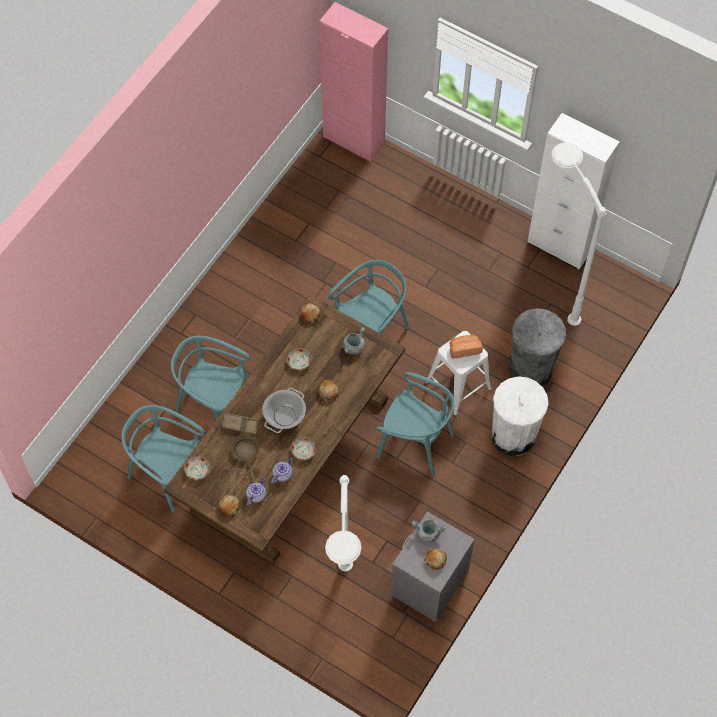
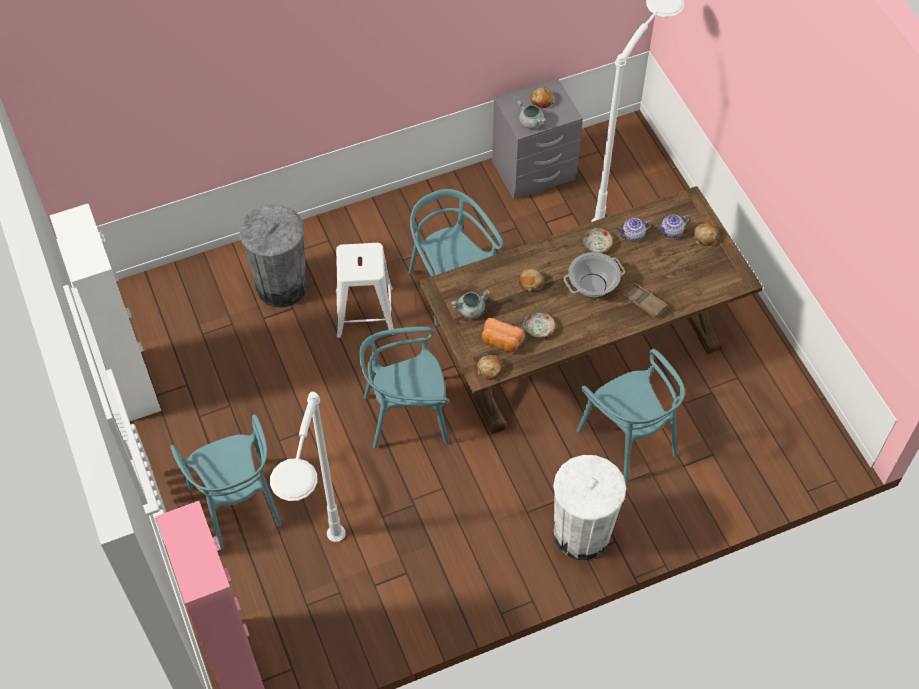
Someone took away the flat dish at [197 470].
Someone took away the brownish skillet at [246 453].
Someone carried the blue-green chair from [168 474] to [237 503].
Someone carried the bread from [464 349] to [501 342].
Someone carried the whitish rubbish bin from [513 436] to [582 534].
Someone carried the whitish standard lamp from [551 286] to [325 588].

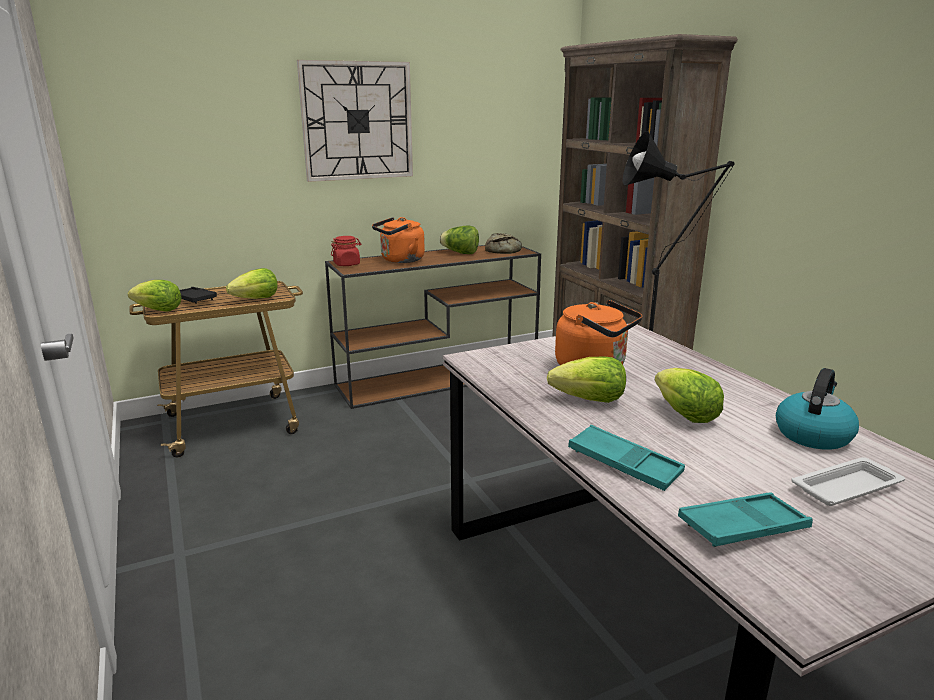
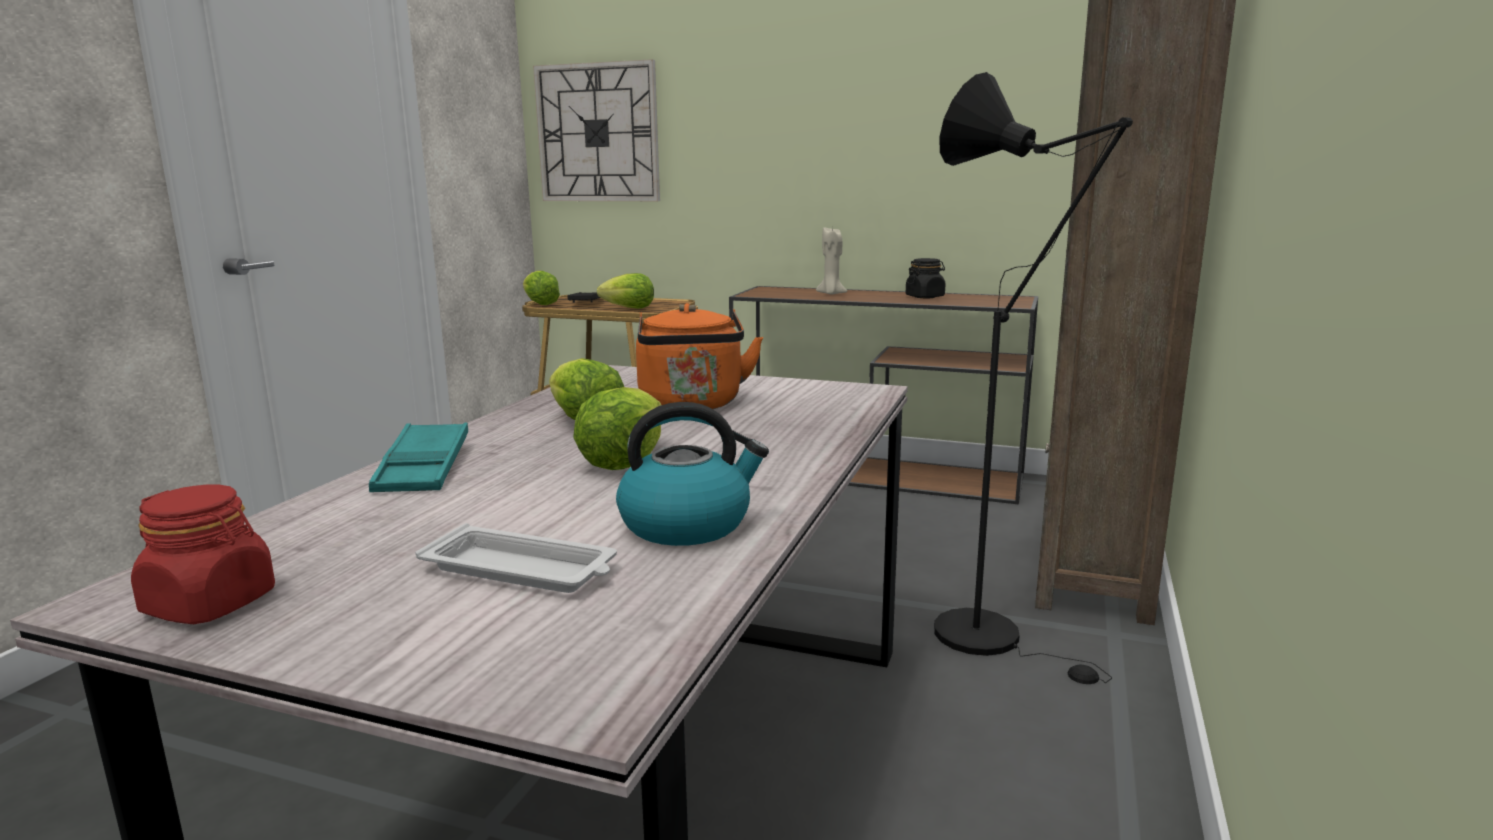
Someone took away the bread at [504 250].
Someone took away the blue-green carrying tray at [743 527].
Someone carried the hanging clock from [357 121] to [598 133].
Someone carried the reddish jar from [347 264] to [211 604].
Someone swapped the orange tea kettle at [400 260] for the beige-coloured candle at [831 294].
Someone swapped the lettuce head at [460 253] for the black jar at [925 297].

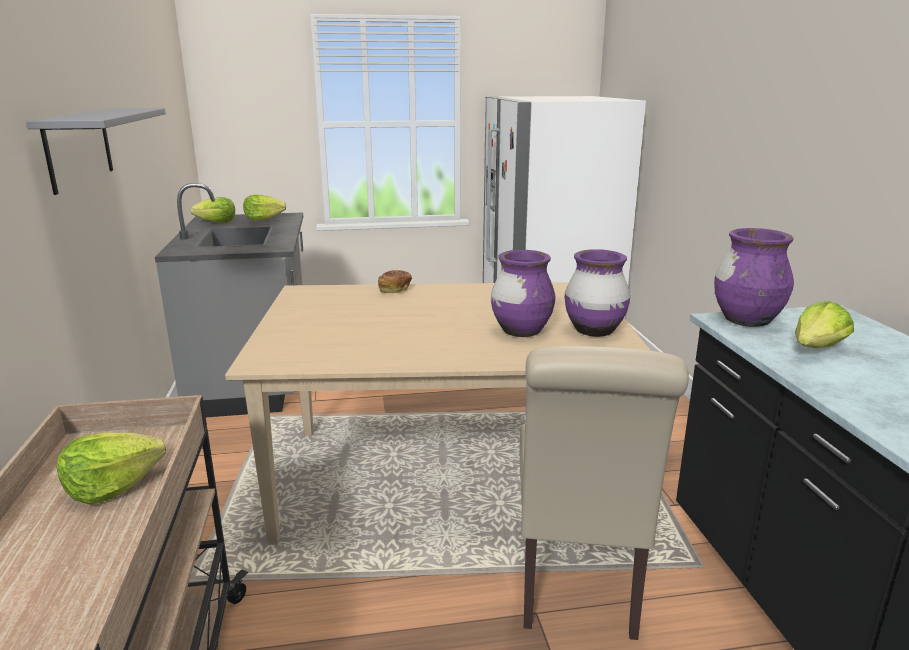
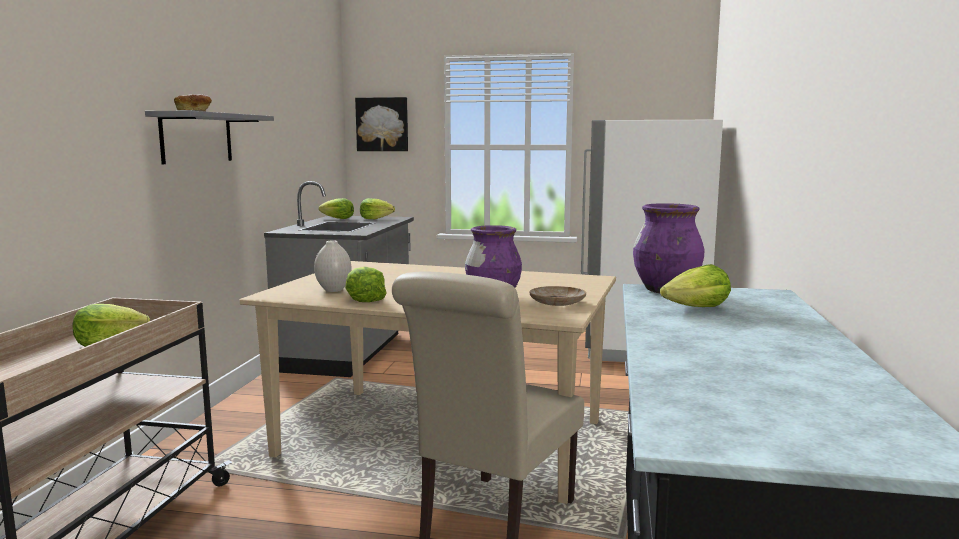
Someone put down the whitish flower vase at [333 290].
Someone put down the lettuce head at [364 299].
Someone put up the picture at [382 124].
Someone carried the bread from [395 290] to [194 112].
Someone swapped the purple-coloured flower vase at [594 331] for the beige-coloured flat dish at [557 302].

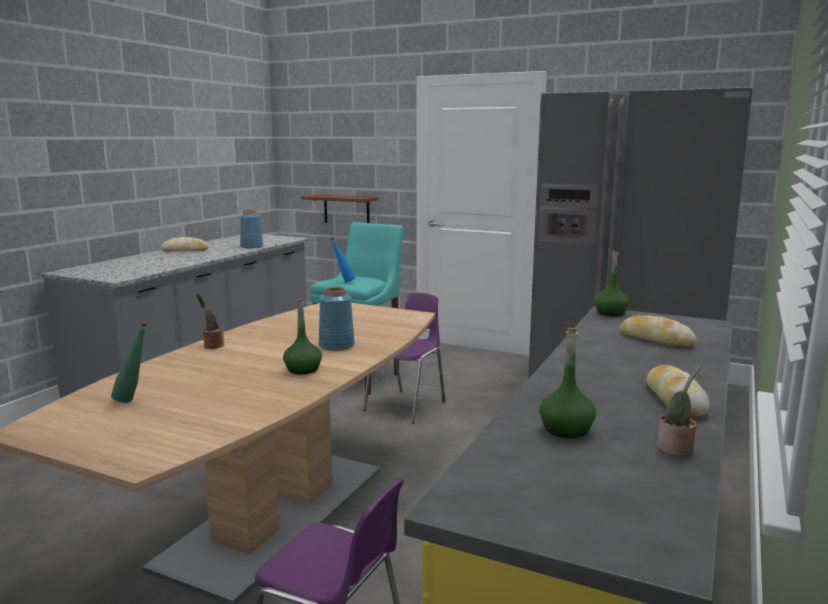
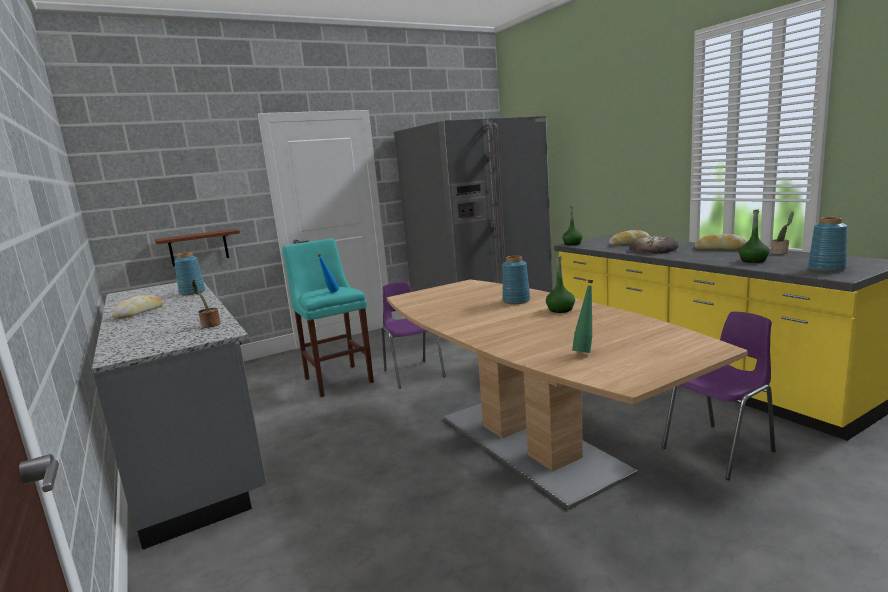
Someone put down the bread at [653 249].
Someone put down the bluish flower vase at [826 269].
Someone carried the plant in a pot from [212 345] to [210 325].

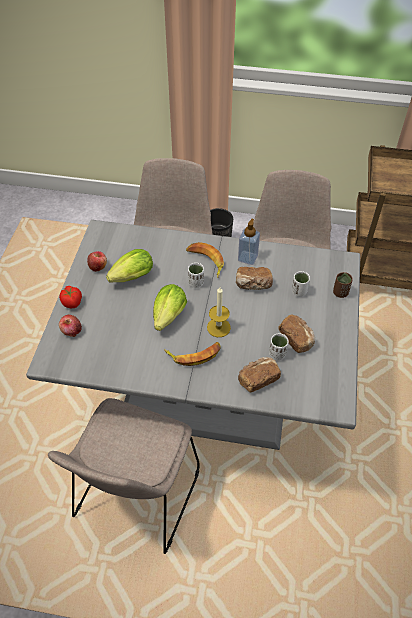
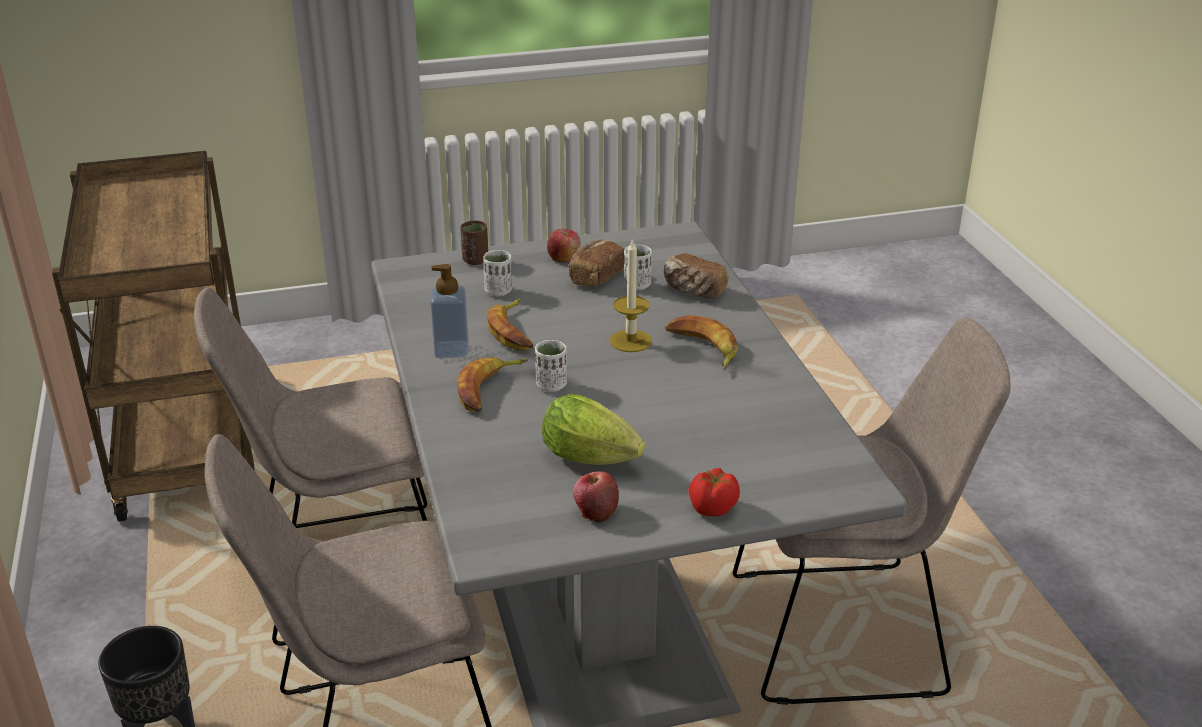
Someone took away the lettuce head at [168 318].
Someone carried the apple fruit from [71 331] to [564 258].
Someone swapped the bread at [253 285] for the banana fruit at [514 331].

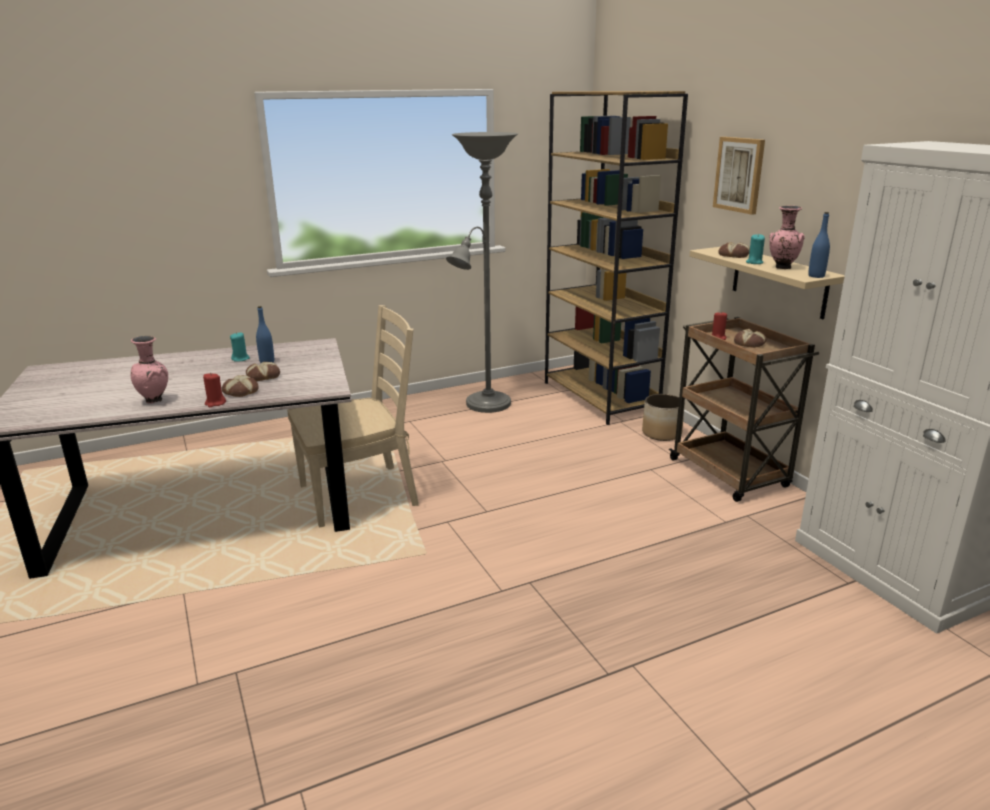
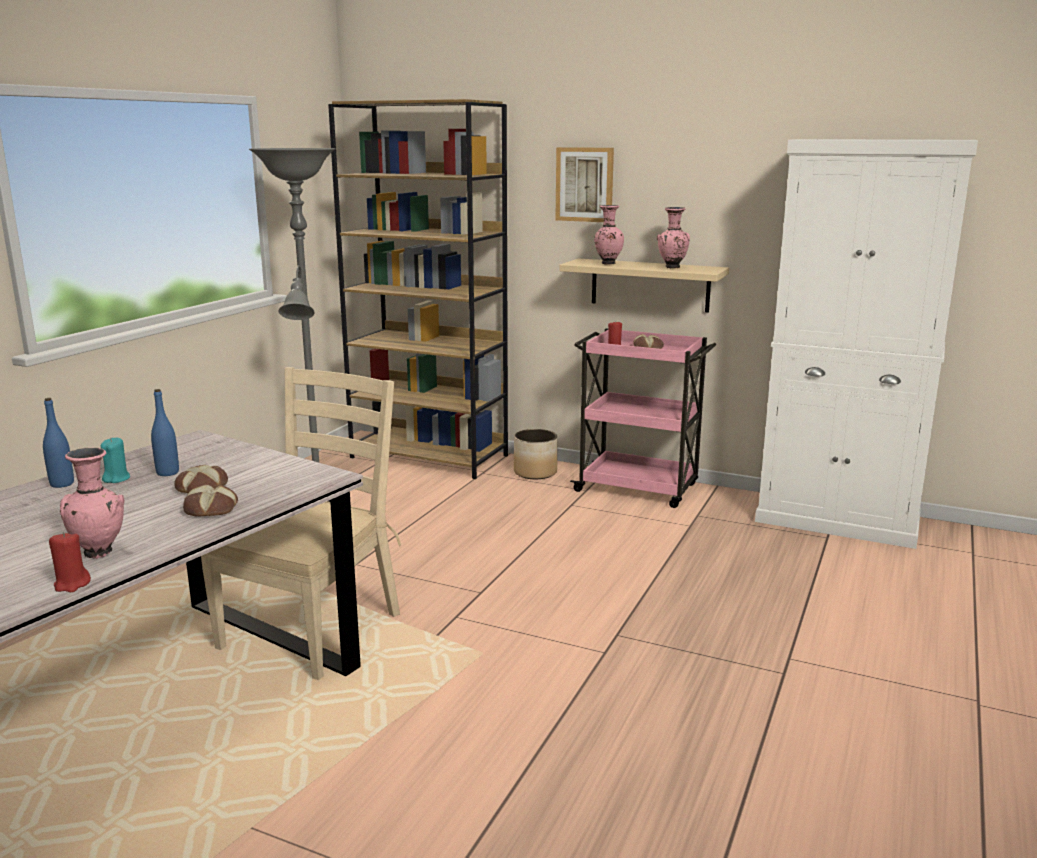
Someone took away the blue-green candle at [754 262].
Someone carried the reddish candle from [215 403] to [72 584].
Someone carried the bluish bottle from [816 276] to [62 484].
Someone swapped the bread at [734 255] for the pink-coloured flower vase at [607 263].
Someone repainted the brownish wheeled cart at [730 474], which became the pink-coloured wheeled cart at [639 488].

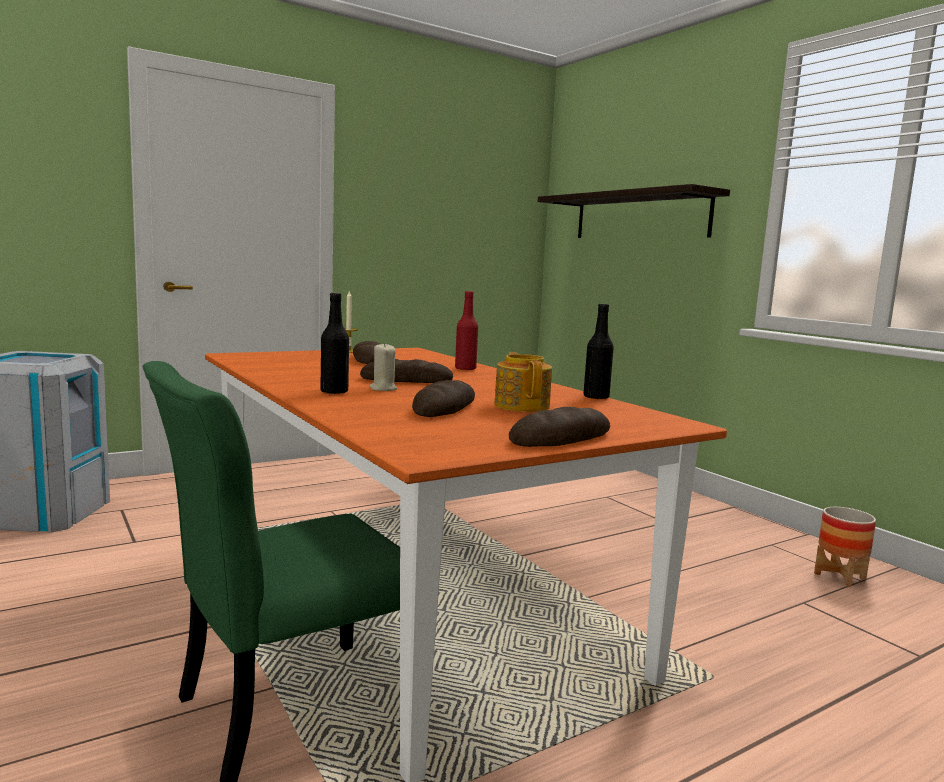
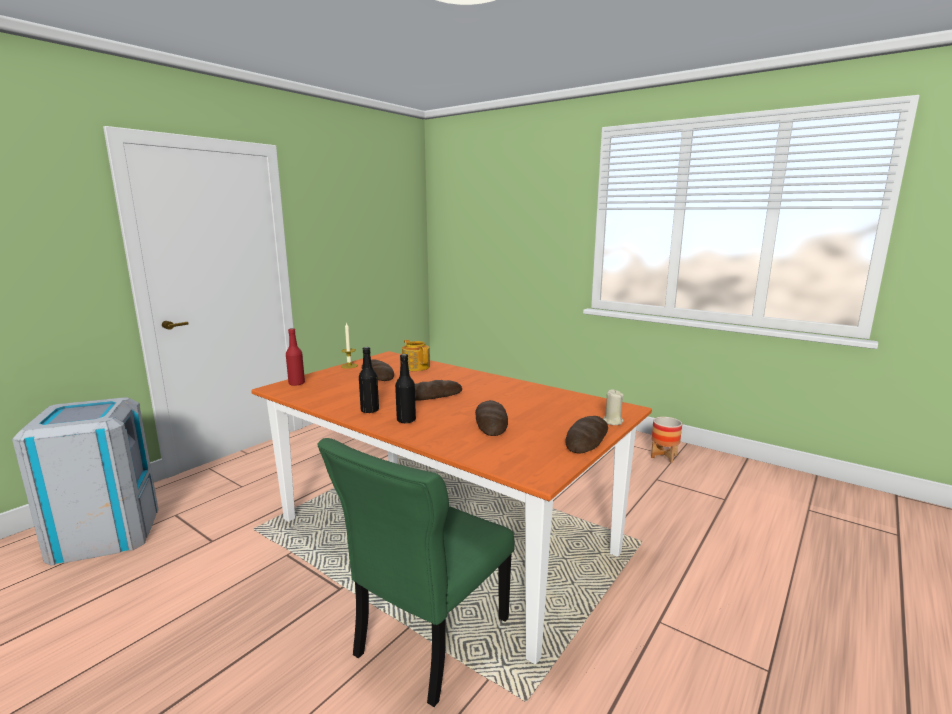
Someone took away the bracket shelf at [639 216].
Someone carried the beige-coloured candle from [383 389] to [612 421].
Someone carried the reddish bottle from [465 369] to [296 383].
Someone carried the pot for tea from [522 406] to [416 367].
Someone carried the black bottle from [596 397] to [369 410].

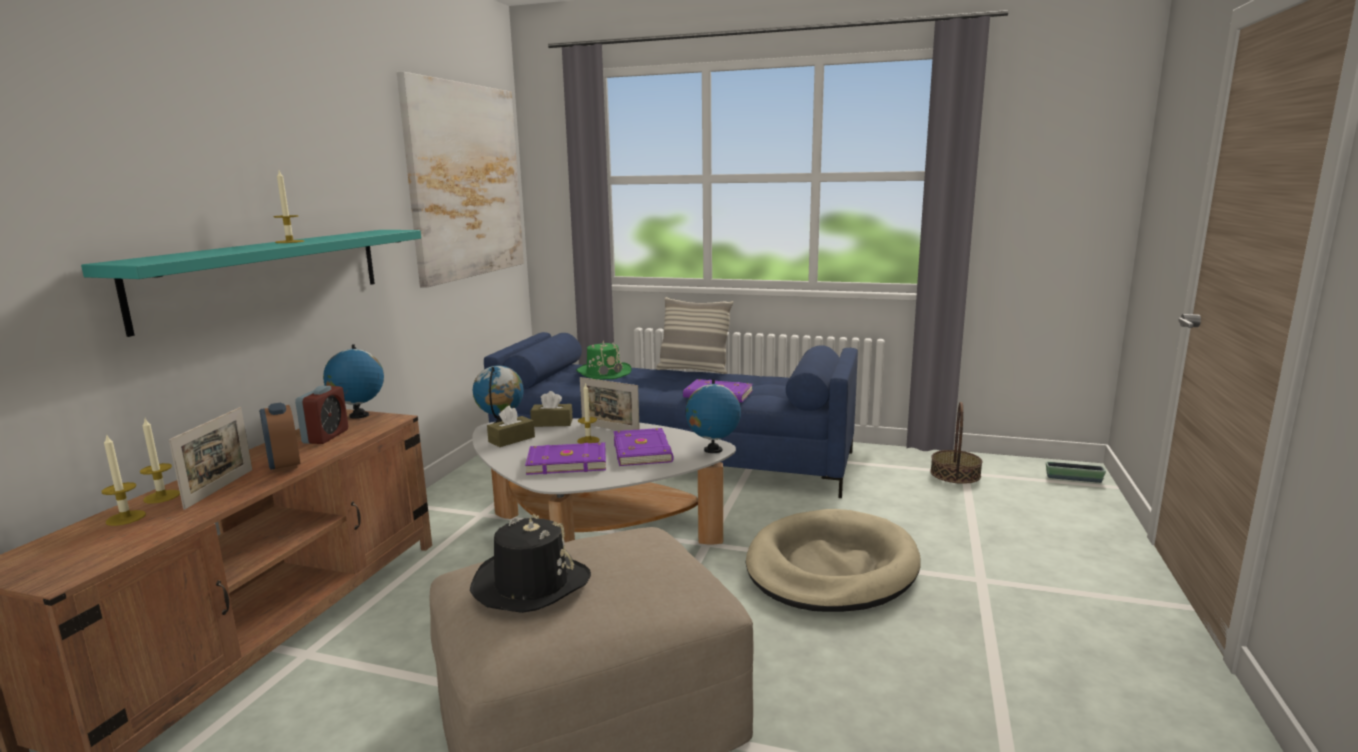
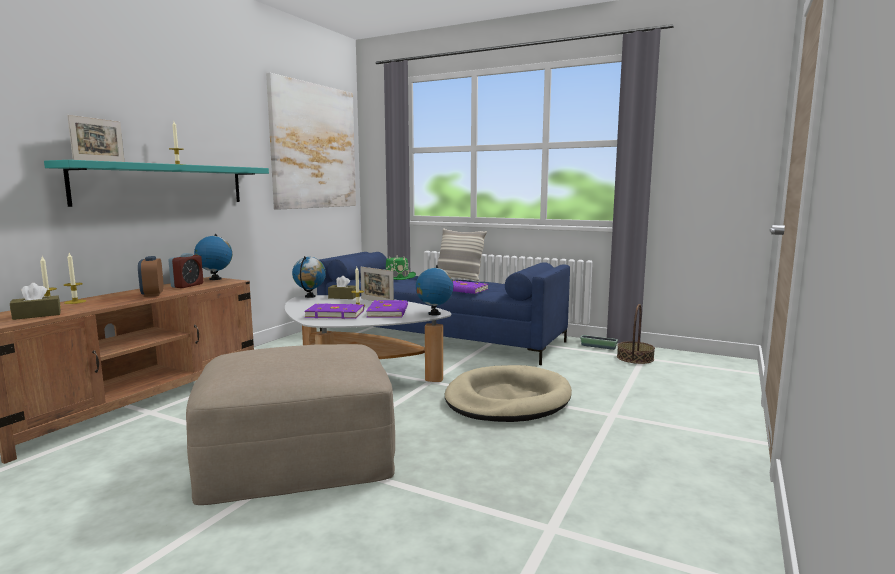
Someone took away the black clothing hat at [530 584].
Someone carried the standing frame from [220 488] to [100 161].
Someone carried the brownish box of tissues from [511 439] to [37 315].
Someone carried the planter from [1073 478] to [598 347].

